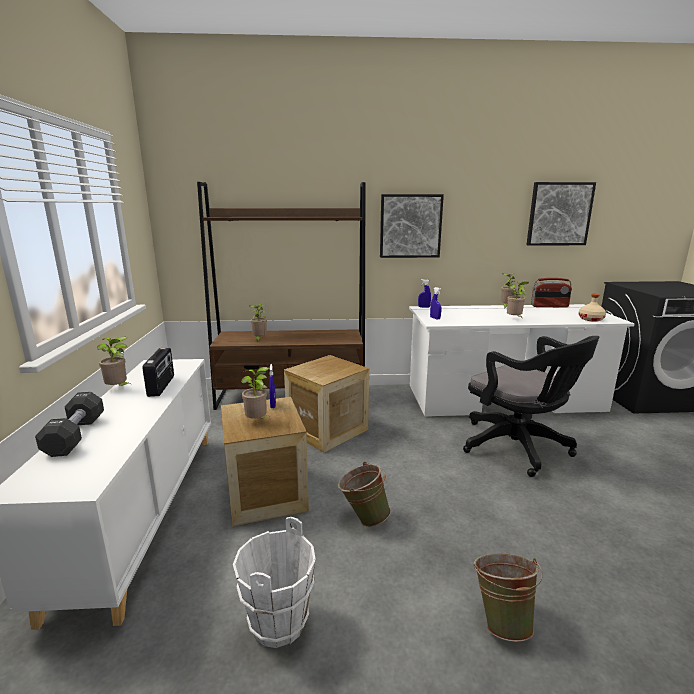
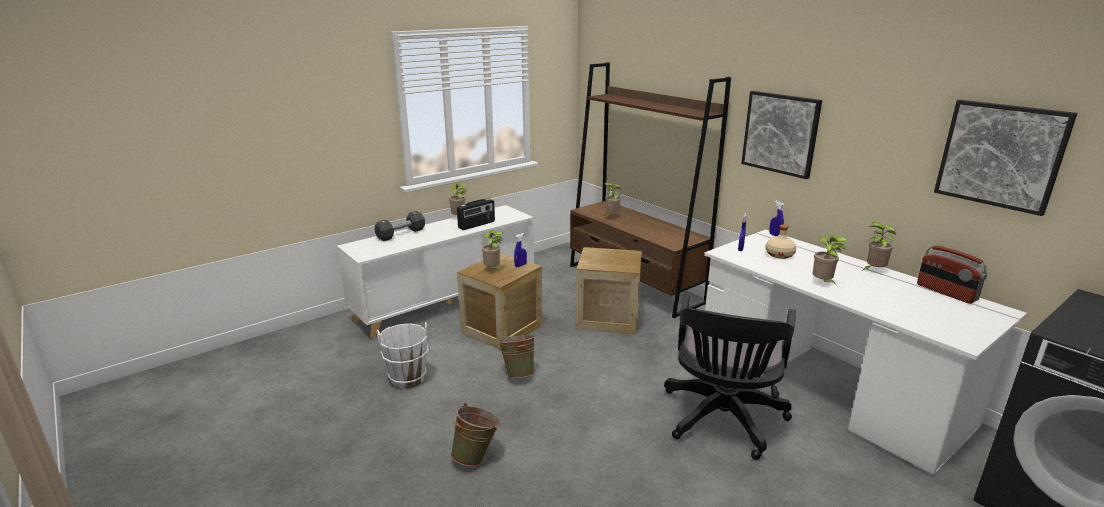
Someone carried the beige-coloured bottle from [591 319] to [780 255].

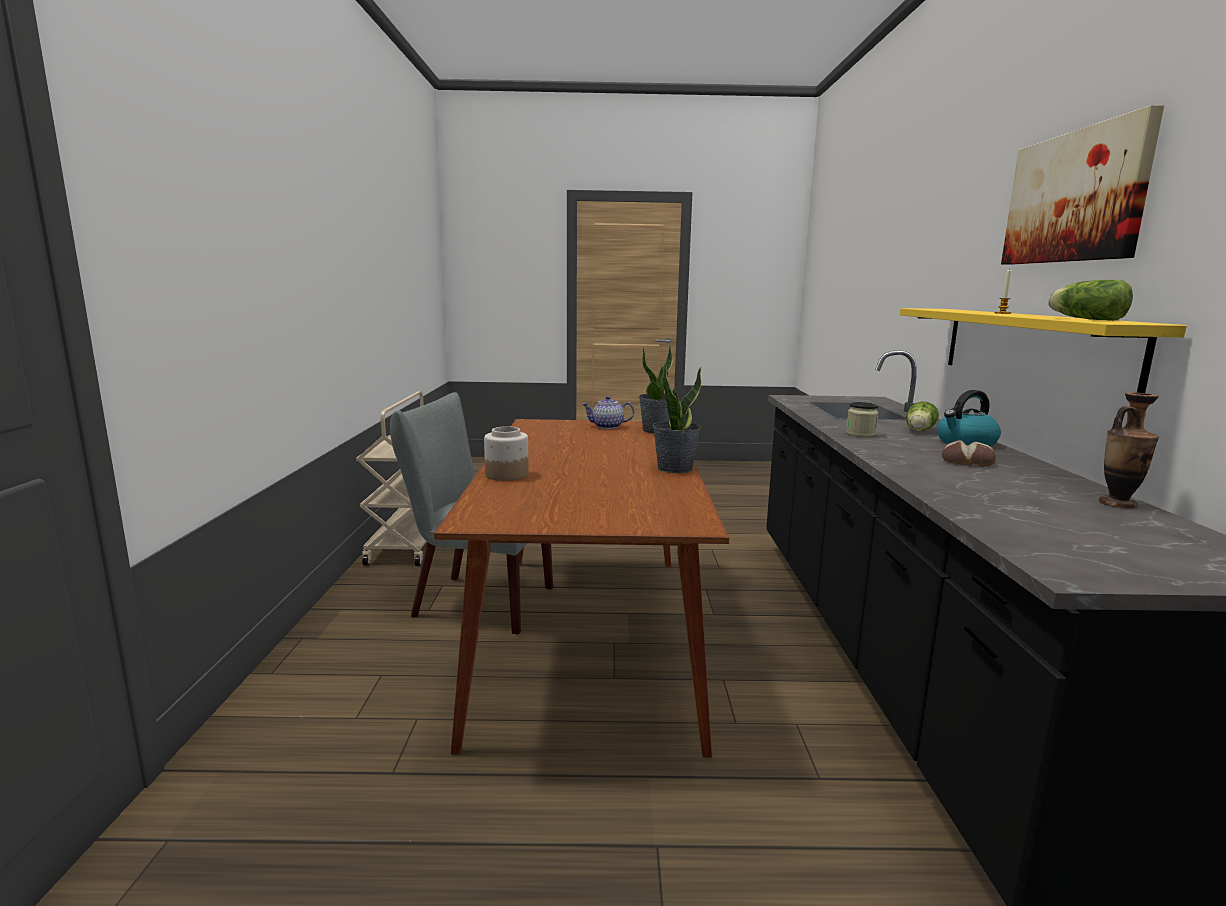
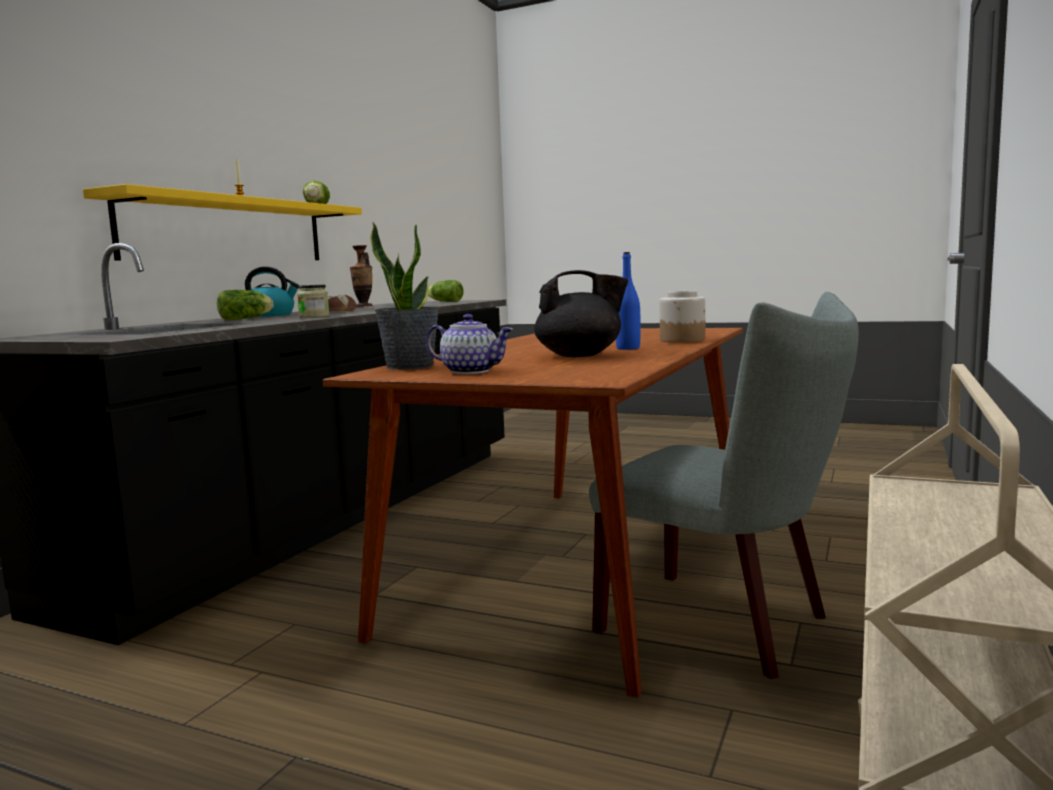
Someone took away the plant in a pot at [674 468].
Someone took away the picture at [1075 197].
Someone put down the lettuce head at [444 302].
Someone put down the black pot for tea at [580 356].
Someone put down the bluish bottle at [628 348].

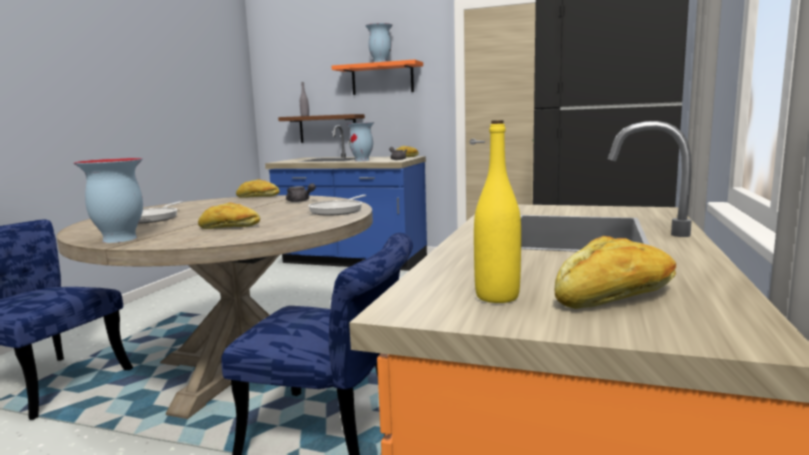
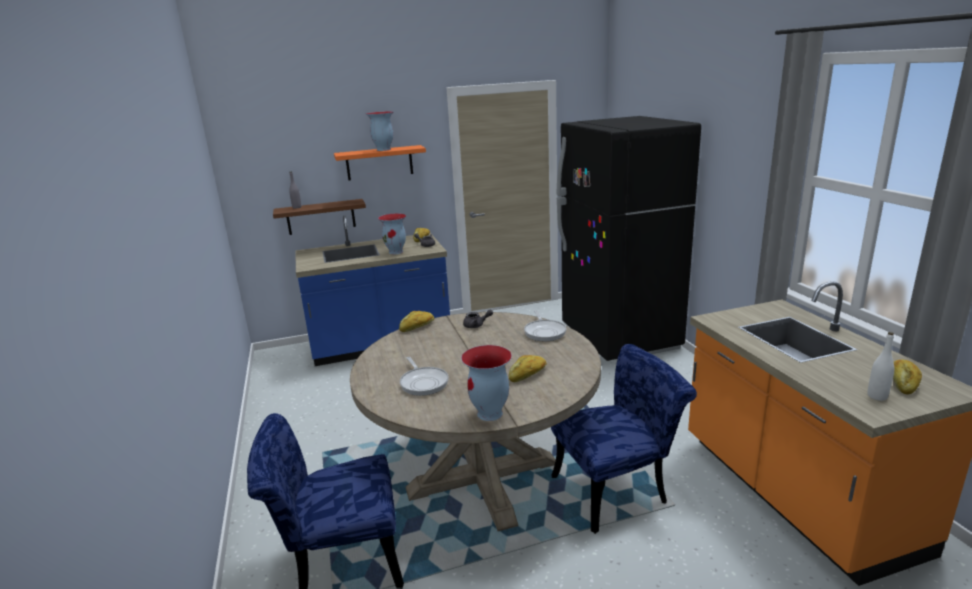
Someone repainted the yellow bottle at [497 296], which became the whitish bottle at [877 396].

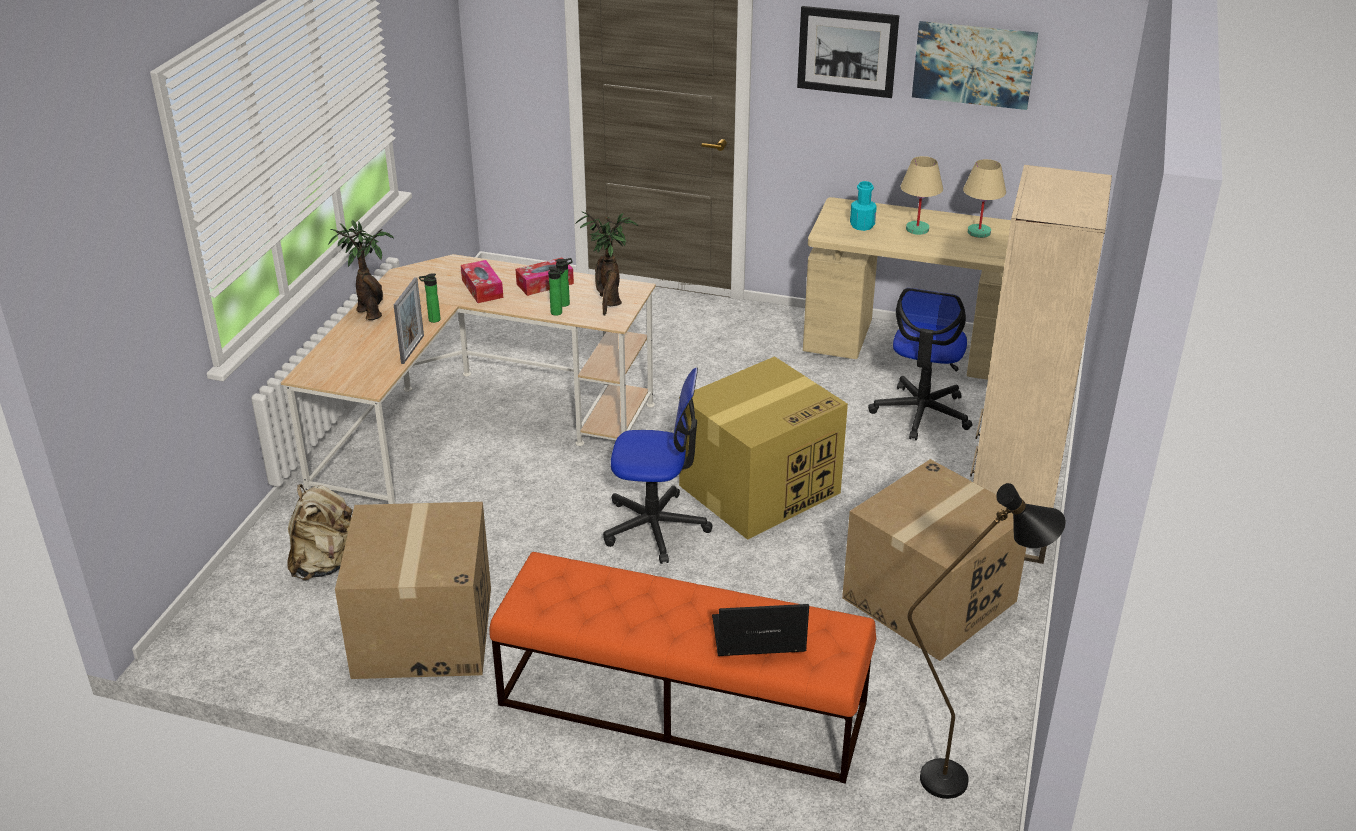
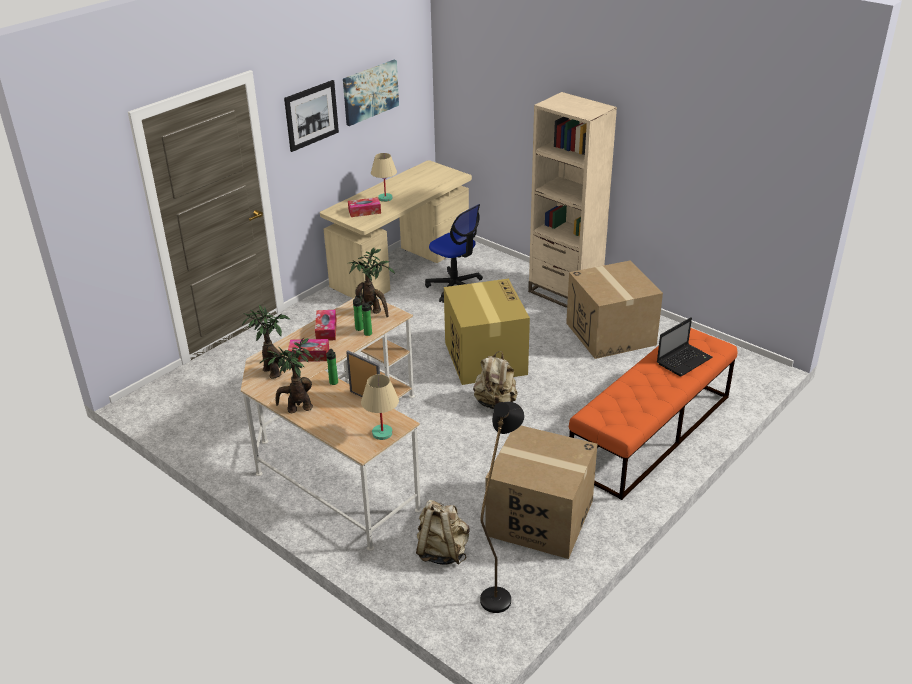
Someone put down the plant in a pot at [272 370].
Someone carried the black standard lamp from [961 778] to [498 591].
Someone carried the beige-coloured tabletop lamp from [978 232] to [382 433].
Someone swapped the office chair at [655 527] for the beige-coloured backpack at [495 403].
Someone swapped the blue-green bottle at [862 225] for the box of tissues at [364 211].
Someone rotated the laptop at [756 637] by 150 degrees counterclockwise.

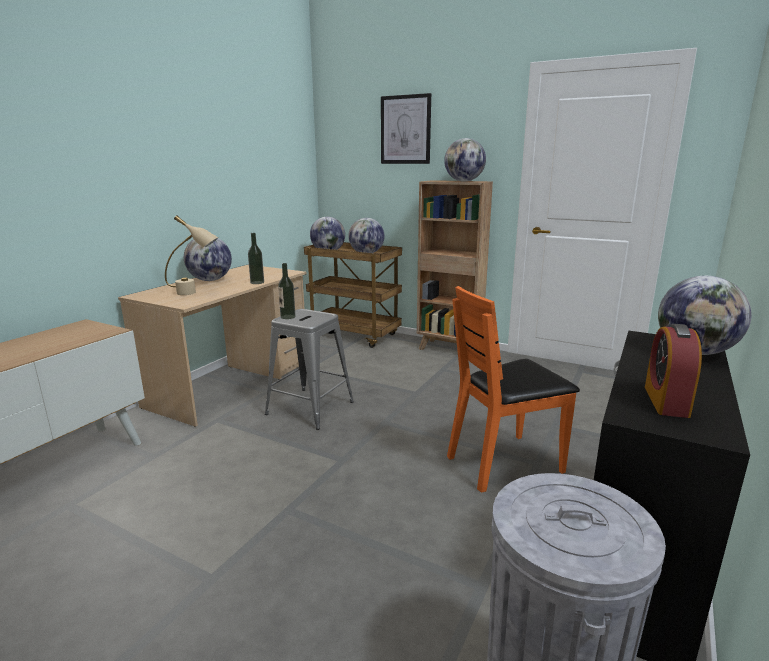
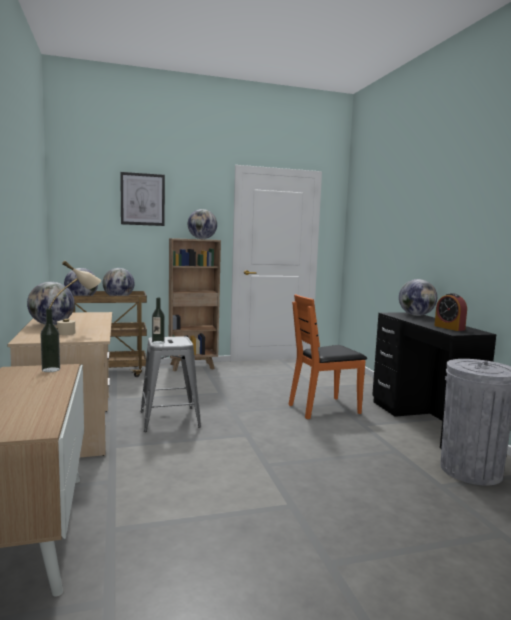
Someone carried the bottle from [257 282] to [51 370].
Someone rotated the orange chair at [504 463] by 45 degrees clockwise.

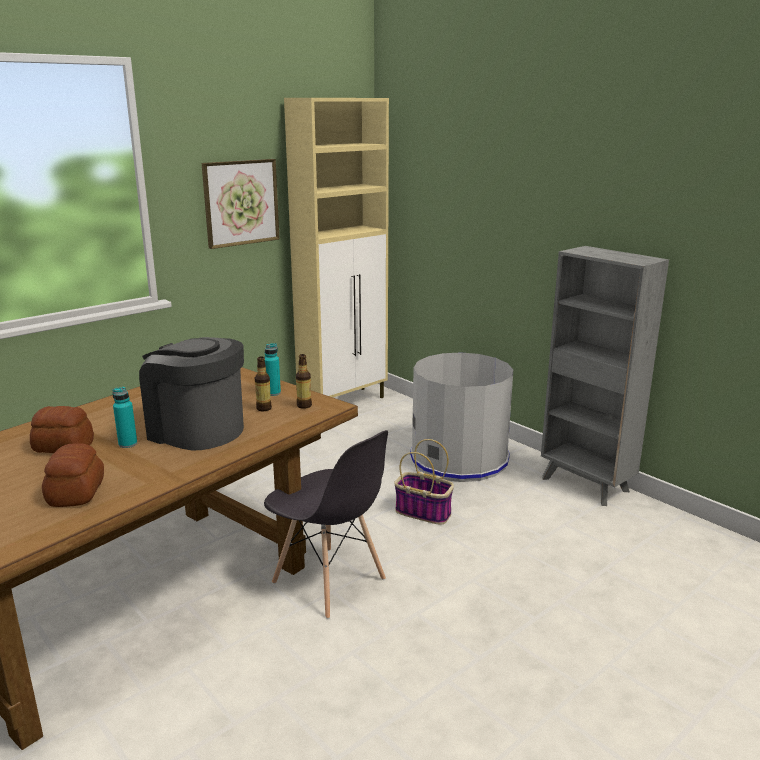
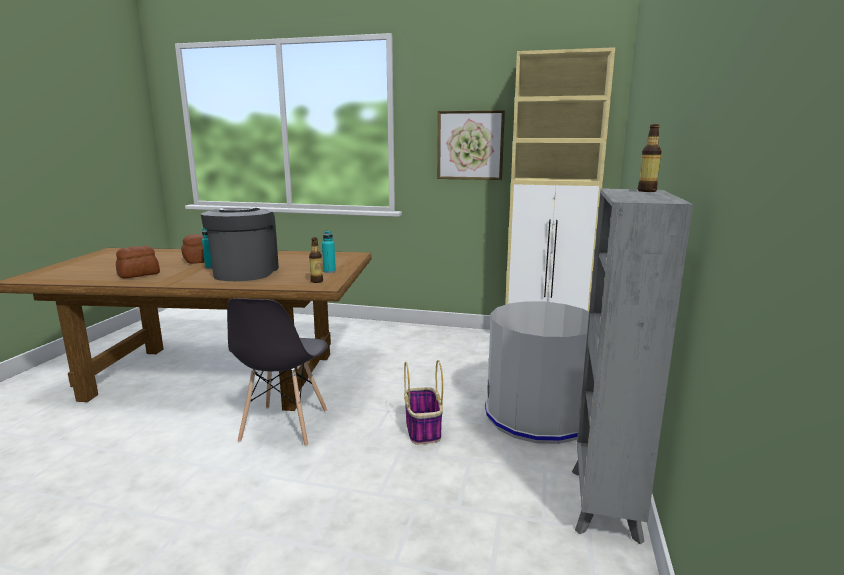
Someone carried the bottle from [264 408] to [646 191].

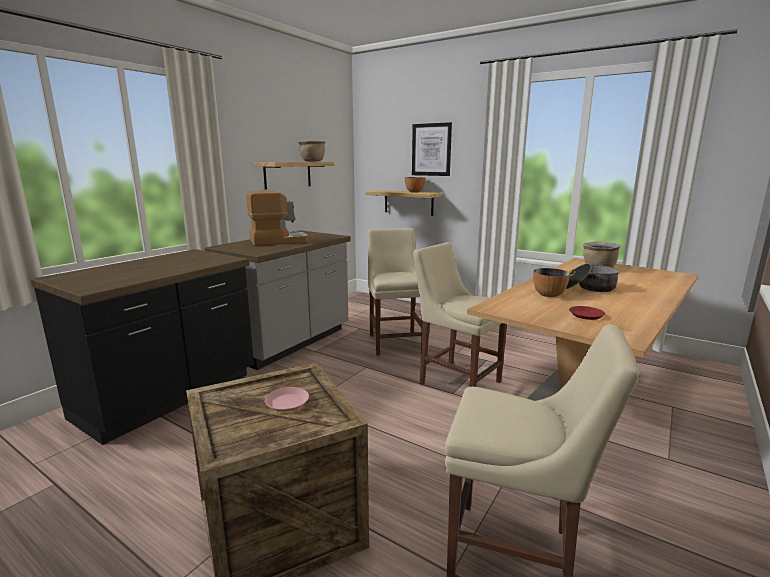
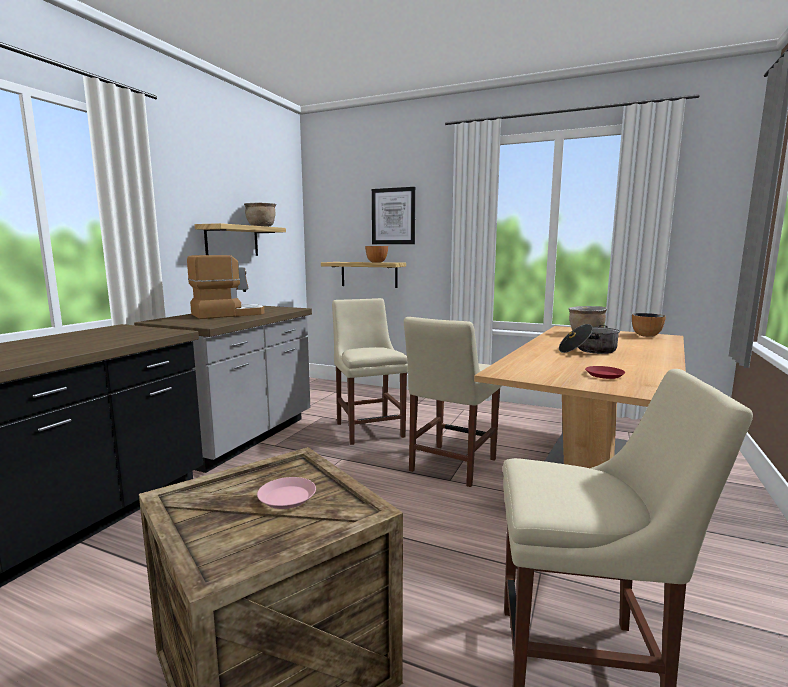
Someone carried the bowl from [549 295] to [646 335].
Someone rotated the beige-coloured chair at [457 381] by 90 degrees counterclockwise.

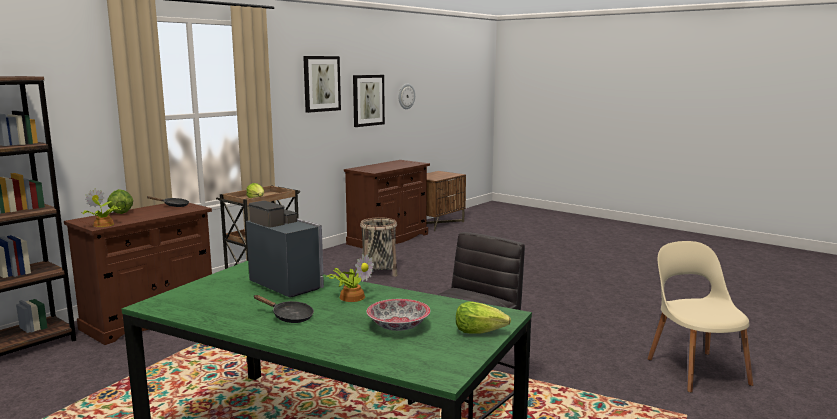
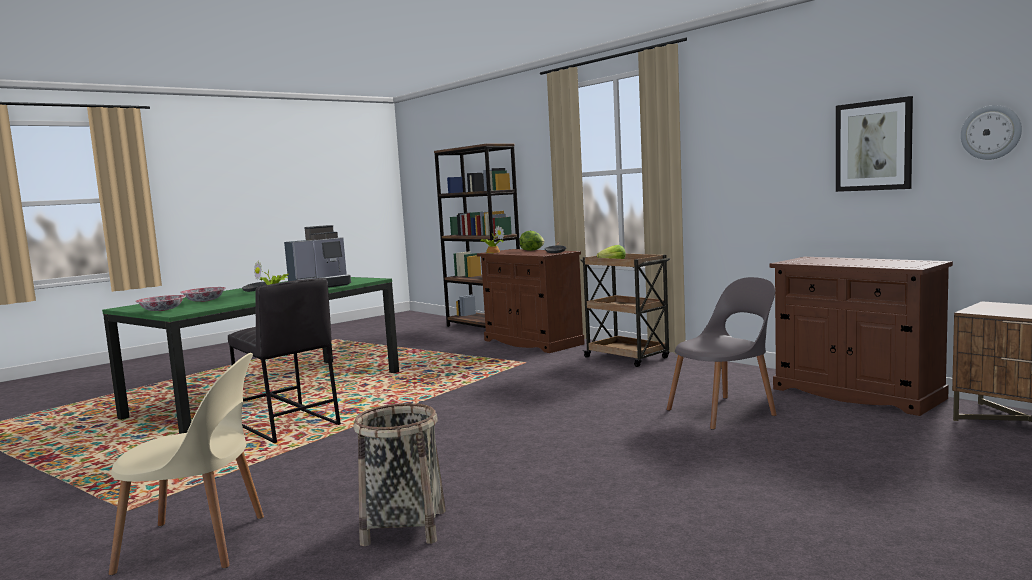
Someone took away the picture at [321 83].
Someone put down the grey chair at [724 412].
Someone carried the basket from [379 272] to [404 527].
Someone swapped the lettuce head at [479 331] for the bowl at [162 310].

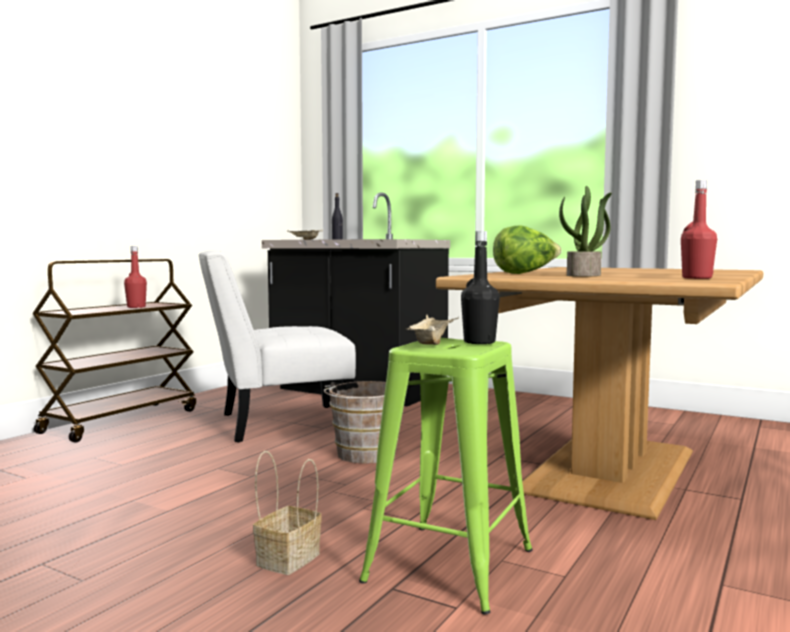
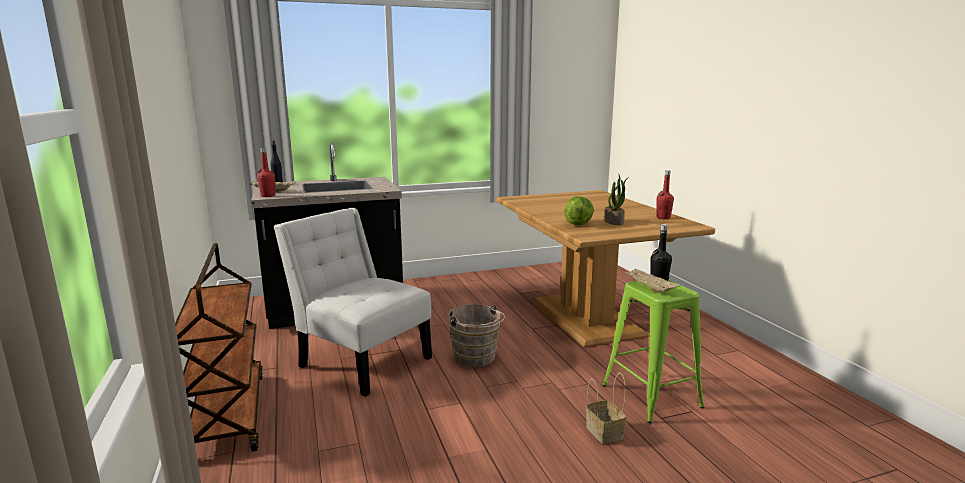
Someone carried the reddish bottle from [136 307] to [268 196].
Someone rotated the whitish chair at [276 423] by 105 degrees clockwise.

